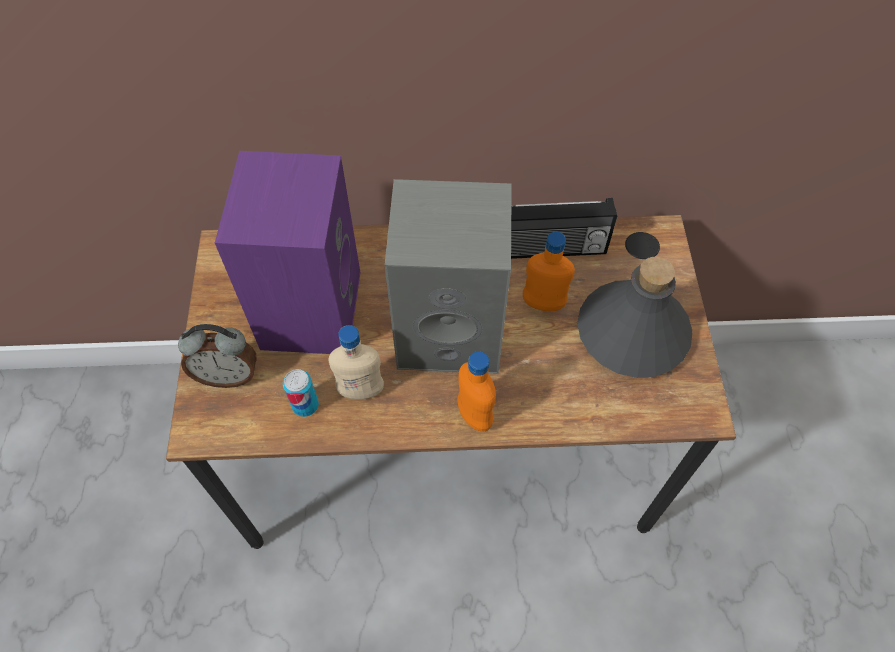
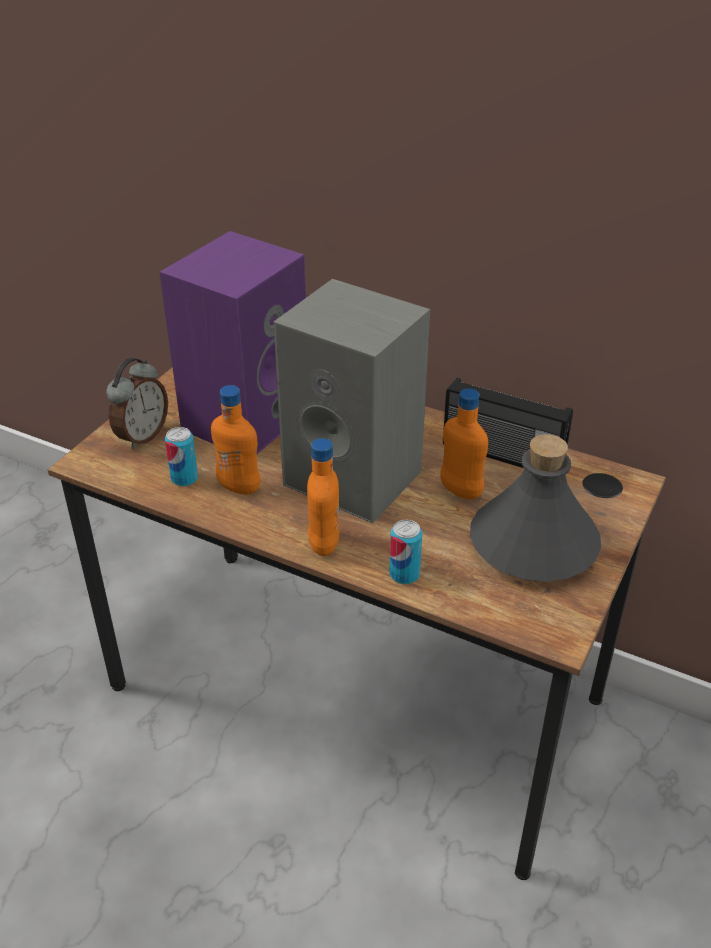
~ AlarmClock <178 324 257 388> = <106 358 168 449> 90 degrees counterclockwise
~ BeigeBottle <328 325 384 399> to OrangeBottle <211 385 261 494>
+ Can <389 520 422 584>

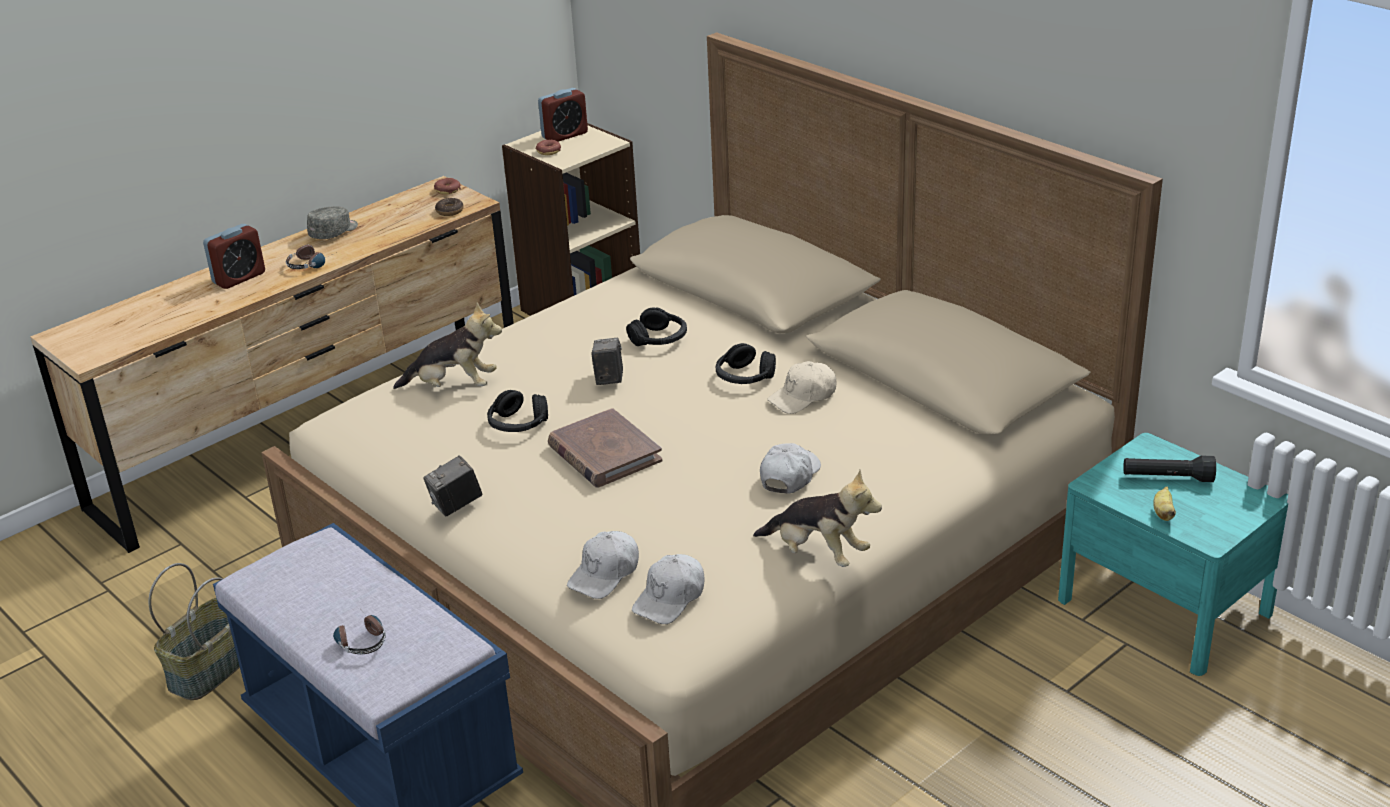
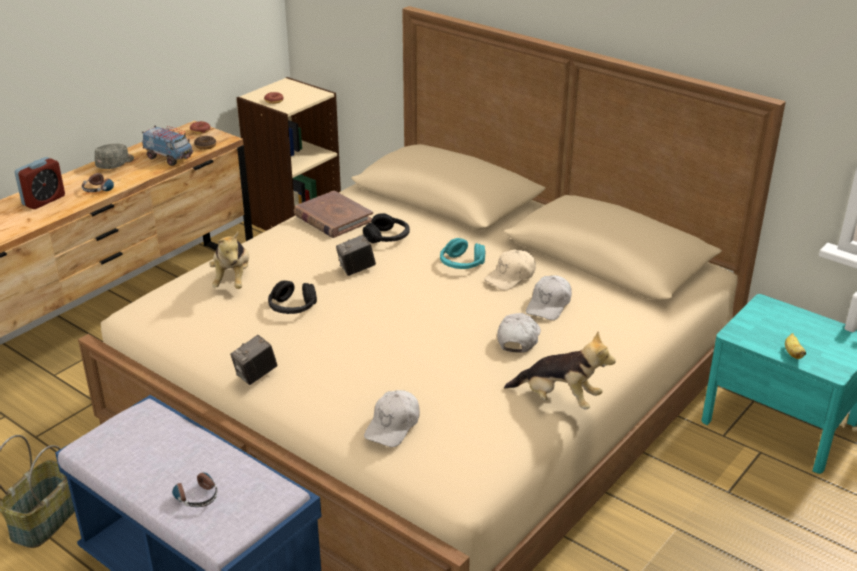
+ ToyTruck <142 126 193 166>
~ PlushToy <393 303 502 389> = <209 232 249 289> 90 degrees clockwise
~ BrownBook <548 408 662 488> to <294 190 373 238>
~ PhotoCamera <591 338 623 385> = <336 234 376 276> 105 degrees counterclockwise
~ BlackHeadphones <716 343 776 384> to TurquoiseHeadphones <440 238 485 269>
~ WhiteCap <632 554 705 624> to <526 275 572 320>
- AlarmClock <538 88 588 142>
- BlackFlashlight <1123 456 1216 482>

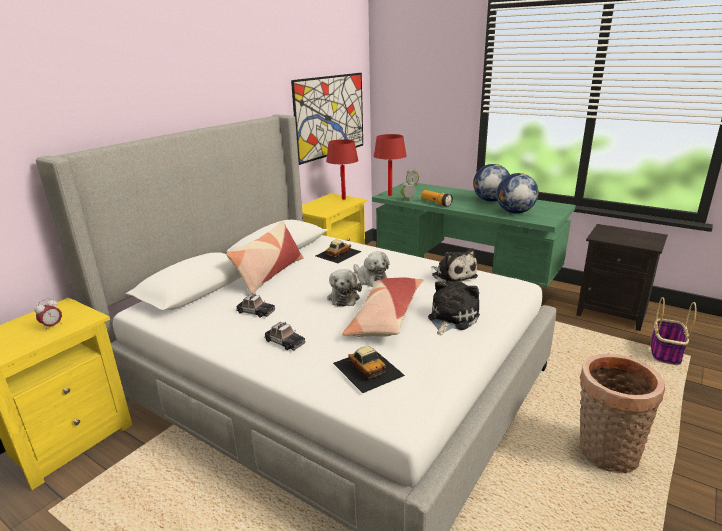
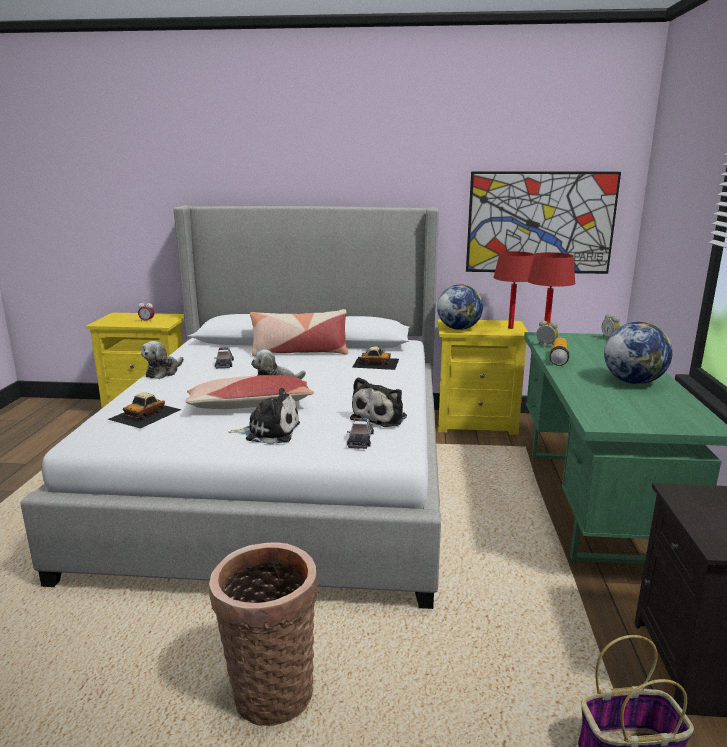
~ PlushToy <353 251 390 287> to <141 341 184 379>
~ ToyCar <265 322 305 351> to <347 418 374 449>
~ Globe <496 173 539 214> to <437 284 483 330>

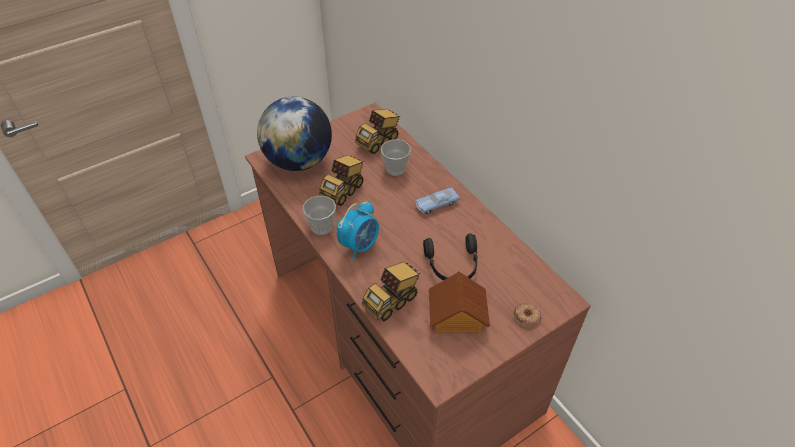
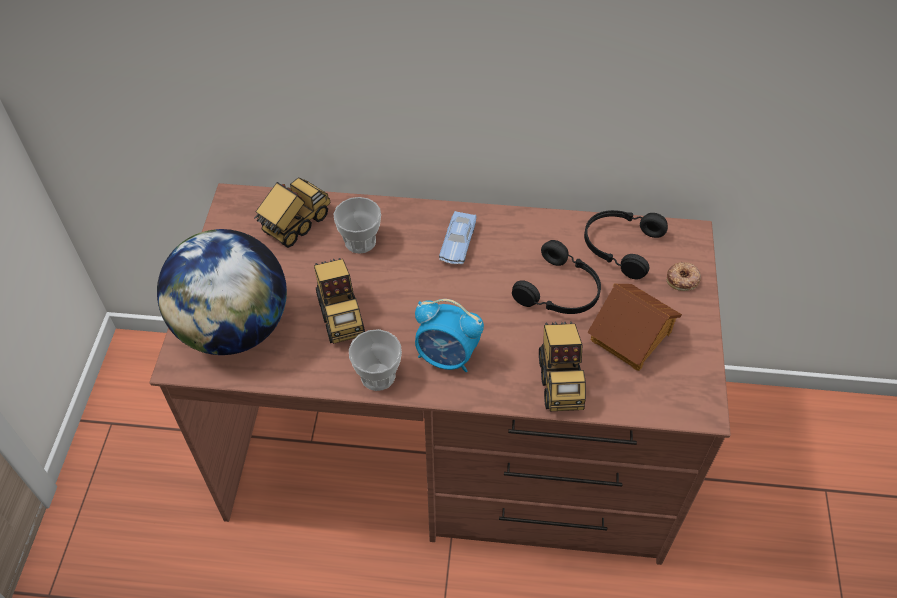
~ ToyTruck <355 109 400 154> = <254 177 331 248> 135 degrees counterclockwise
~ AlarmClock <336 201 379 259> = <415 299 484 372> 120 degrees clockwise
+ BlackHeadphones <584 210 668 279>

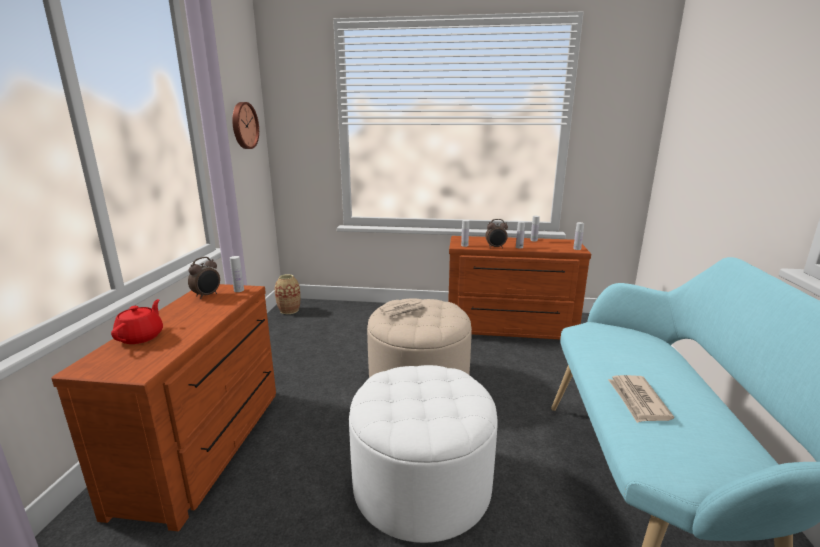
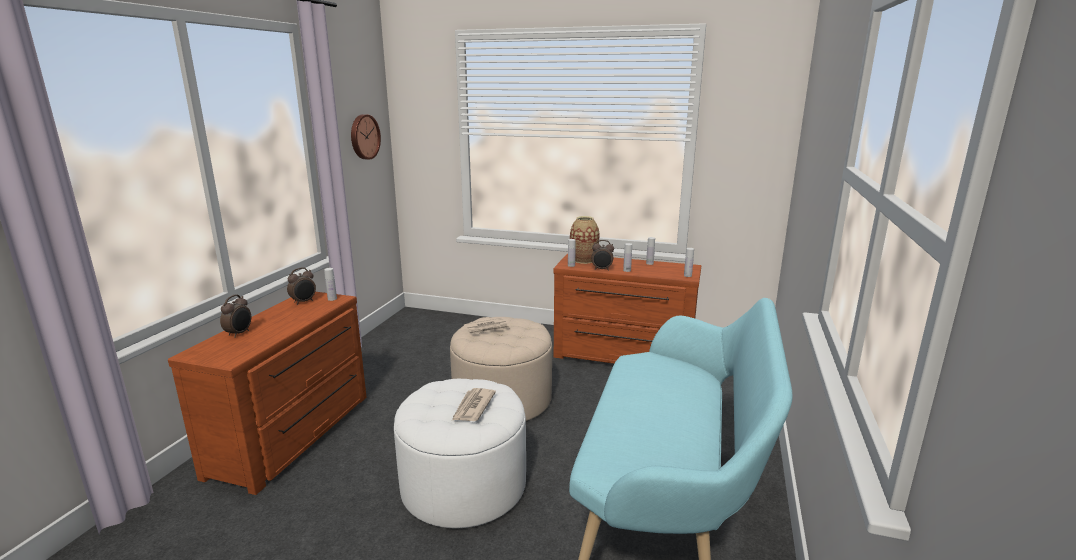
~ RedTeapot <111 299 163 344> to AlarmClock <220 294 251 338>
~ Newspaper <608 375 674 423> to <452 388 496 421>
~ Vase <275 274 300 314> to <570 216 599 264>

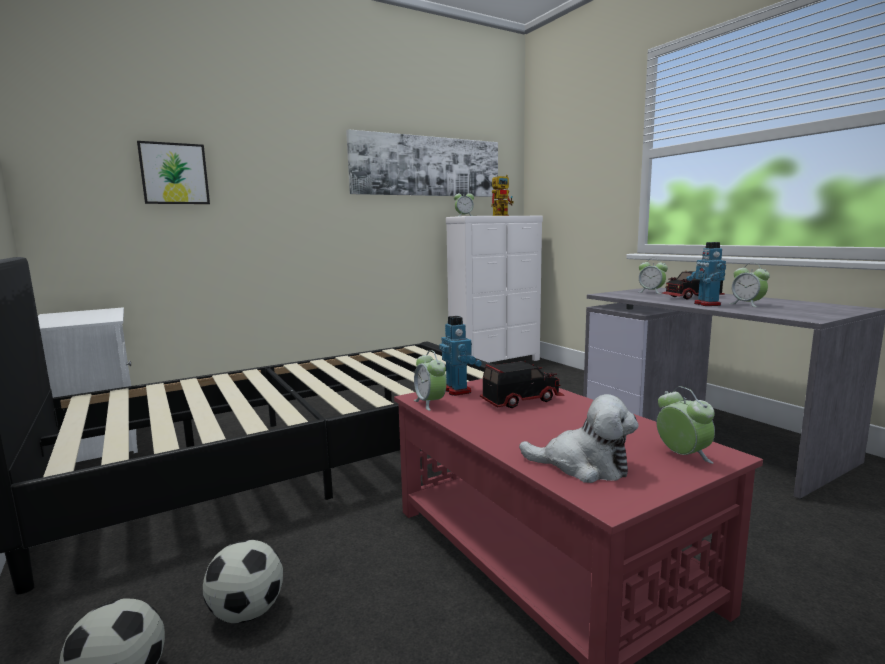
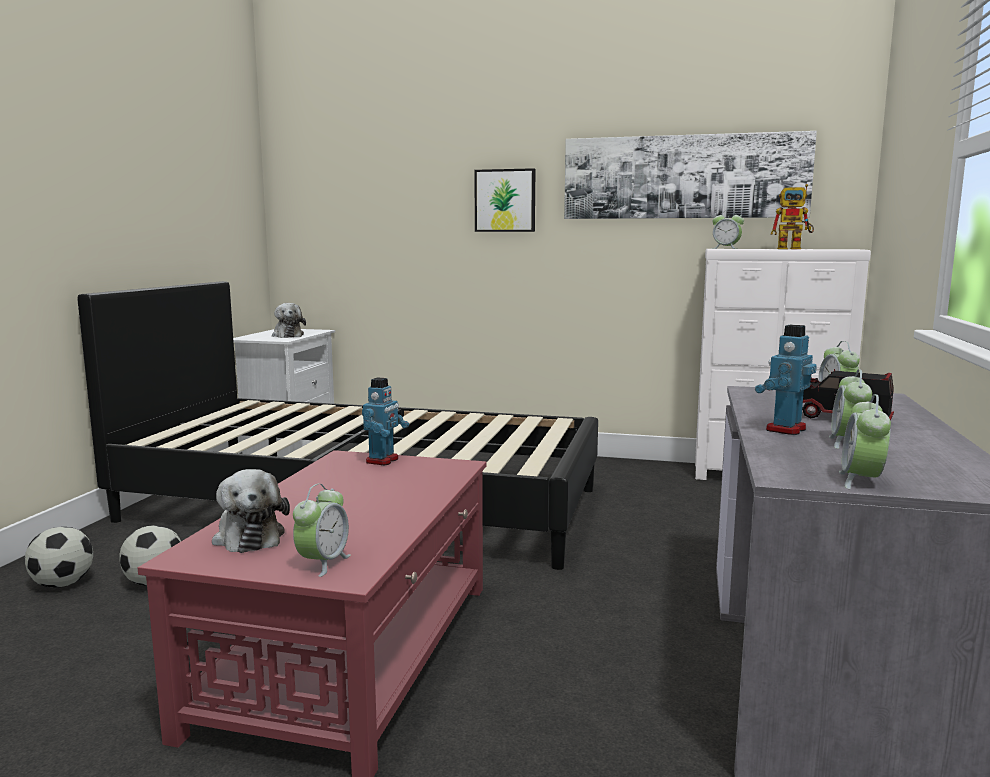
+ PlushToy <272 303 306 338>
~ Picture <137 141 210 204> to <474 168 535 232>
~ AlarmClock <414 350 447 411> to <839 394 891 489>
- ToyTruck <480 361 565 409>

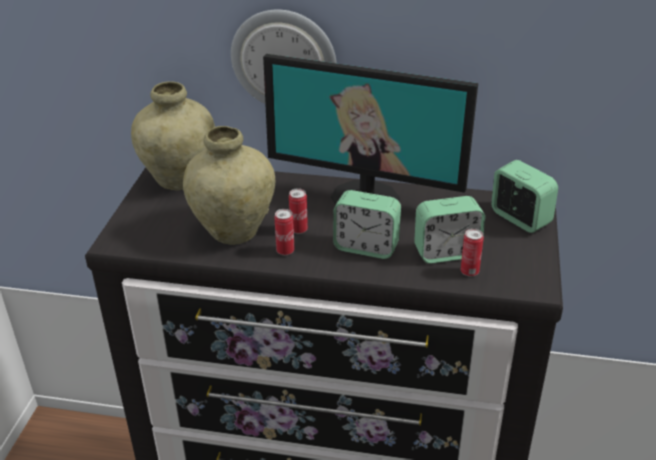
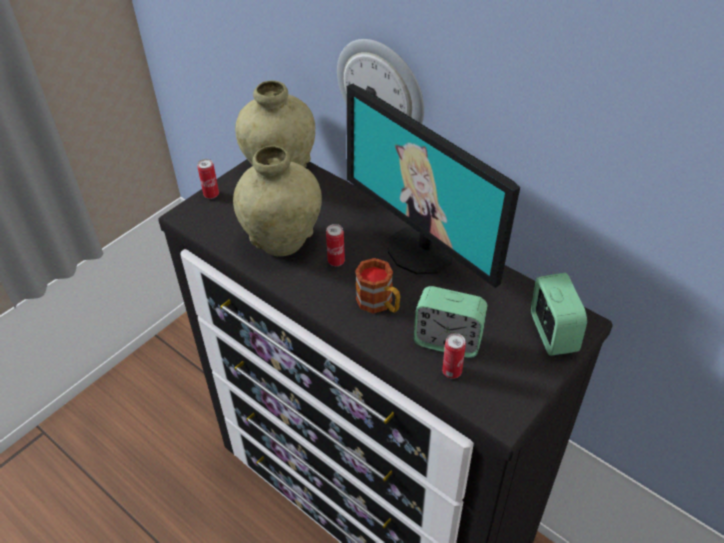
~ Can <274 209 294 255> to <197 159 219 199>
~ AlarmClock <333 190 401 259> to Mug <355 258 400 314>

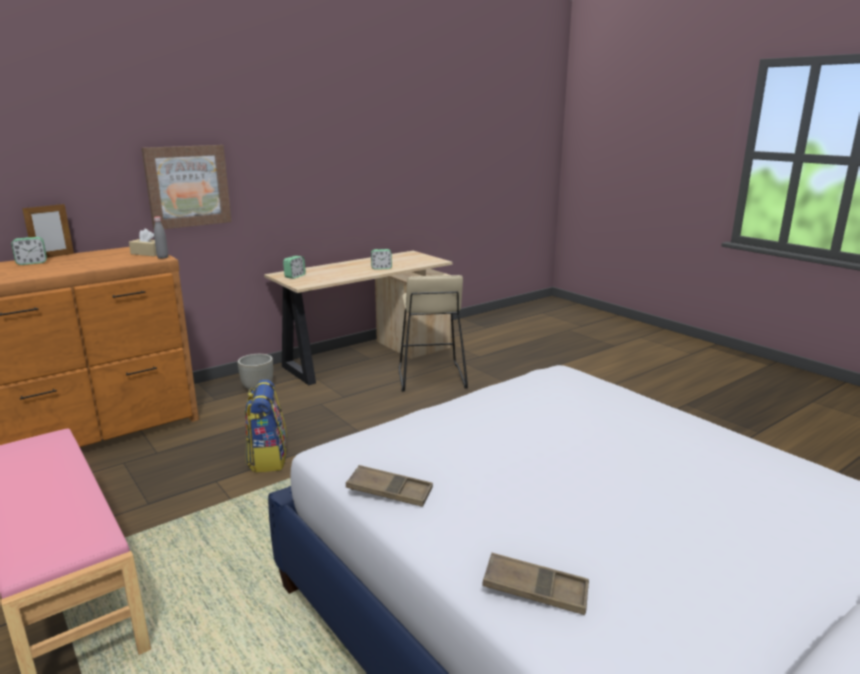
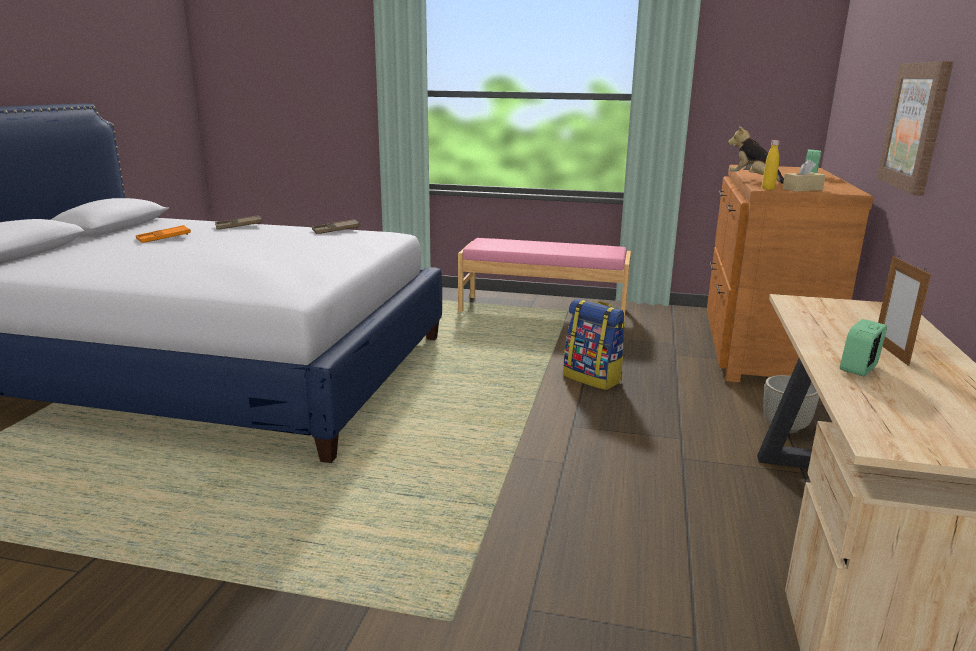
+ OrangeTray <136 225 191 243>
+ PlushToy <728 126 784 184>
~ GreyBottle <154 217 168 259> to YellowBottle <762 140 780 190>
~ PictureFrame <22 204 74 258> to <878 255 931 366>
- AlarmClock <283 256 306 279>
- BeigeStool <398 275 468 392>

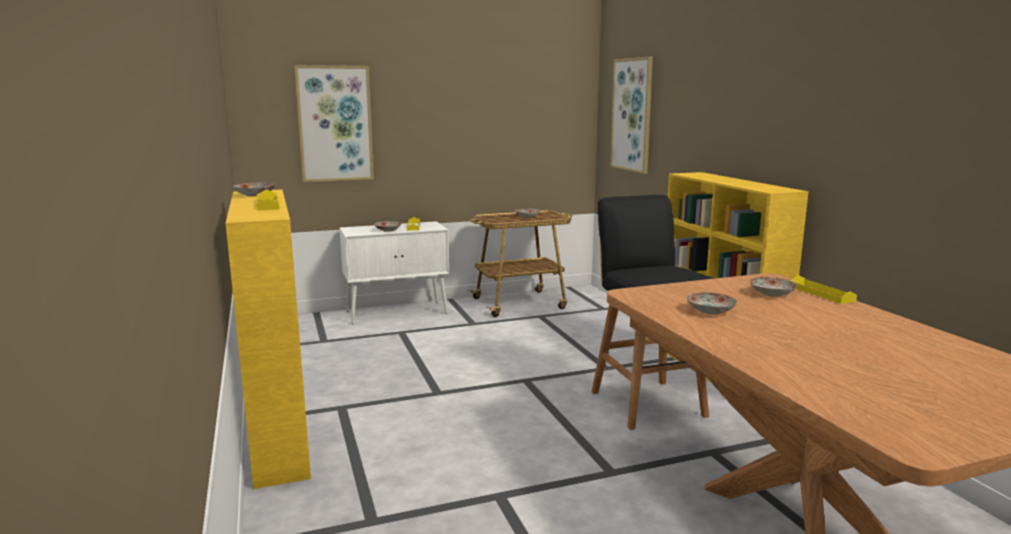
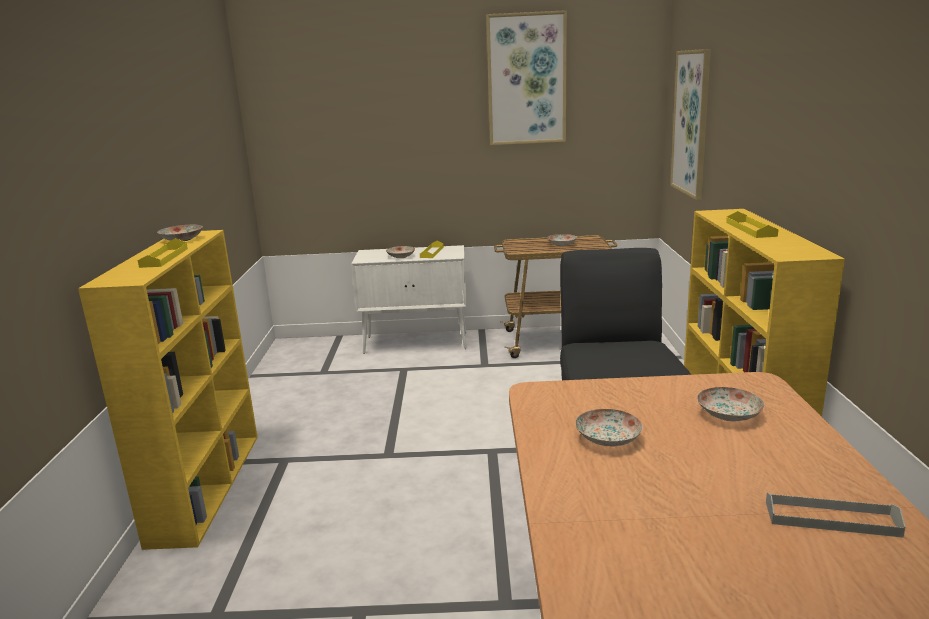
~ Picture <294 65 374 182> to <486 10 567 145>
~ YellowTray <790 275 857 304> to <726 211 779 238>
+ GreyTray <766 492 905 538>

